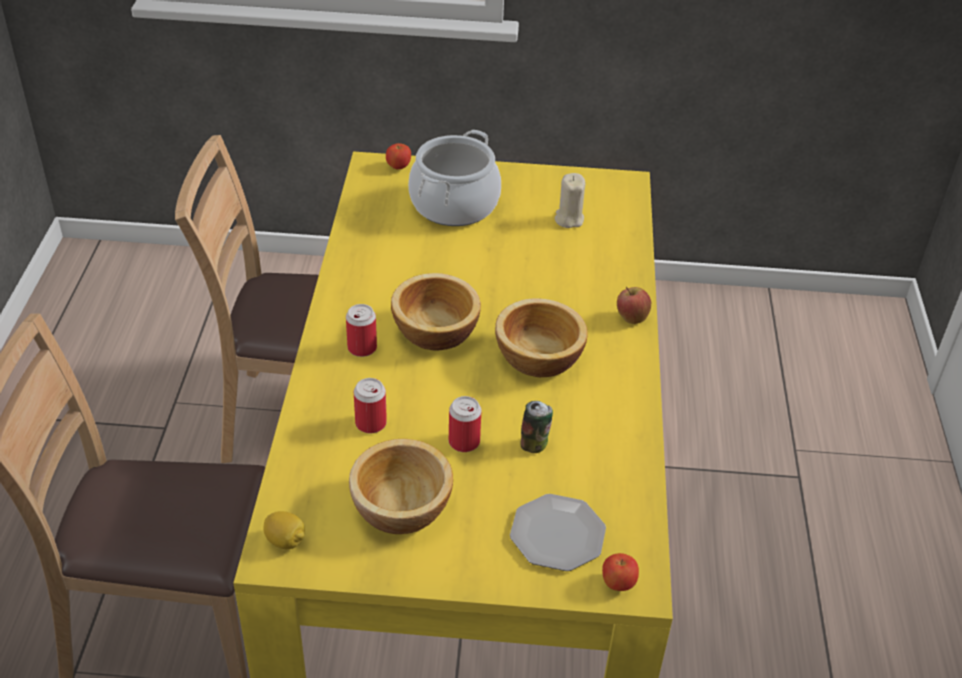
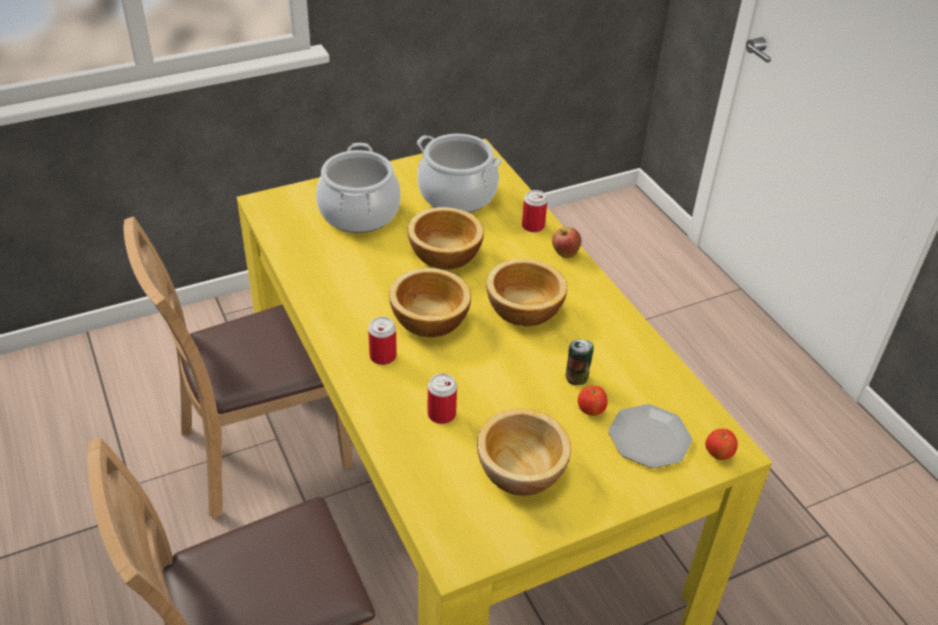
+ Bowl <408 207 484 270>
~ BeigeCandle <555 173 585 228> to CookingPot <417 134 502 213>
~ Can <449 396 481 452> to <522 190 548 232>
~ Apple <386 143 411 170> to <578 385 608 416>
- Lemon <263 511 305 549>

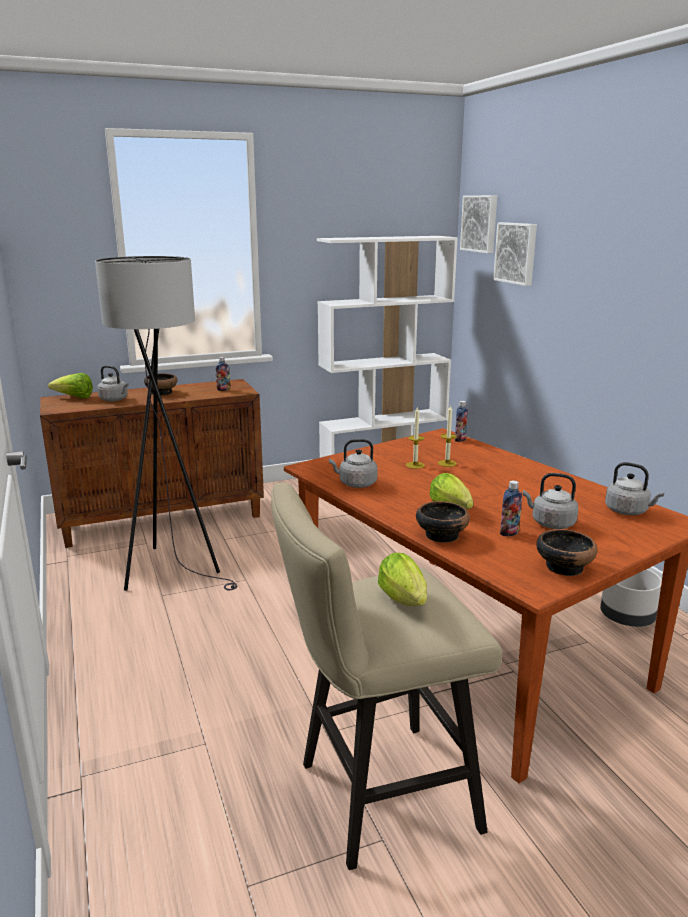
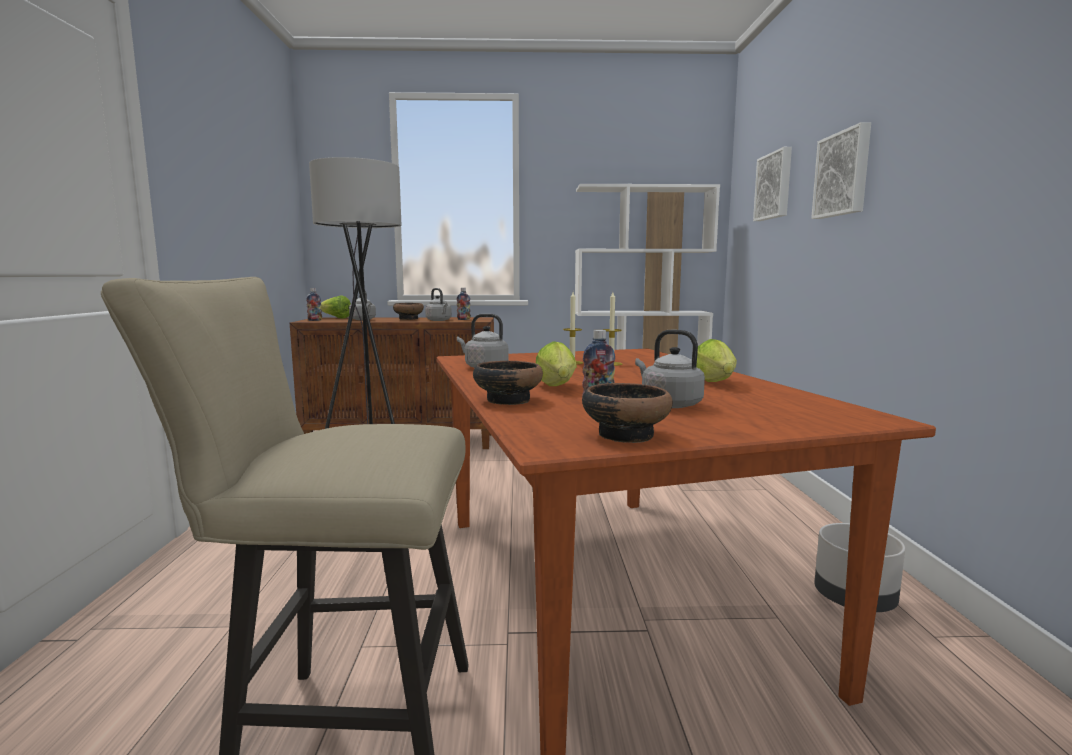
~ Bottle <455 401 468 442> to <306 288 322 321>
~ GreyKettle <605 462 664 515> to <425 288 452 321>
~ Lettuce <378 553 427 606> to <696 339 737 382>
~ Picture <460 195 497 253> to <811 122 871 219>

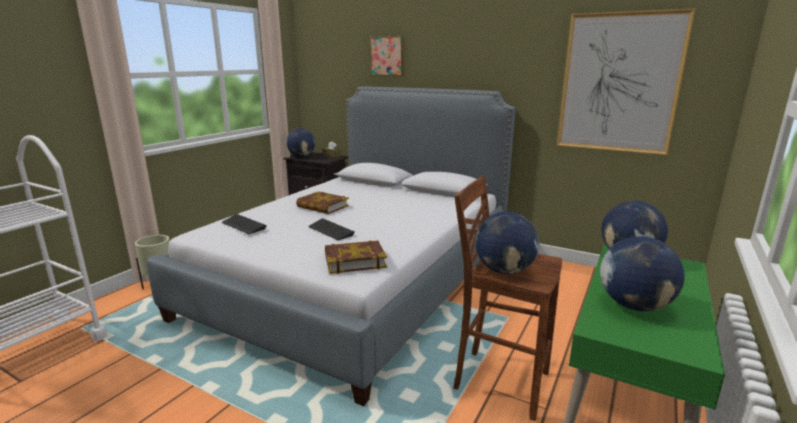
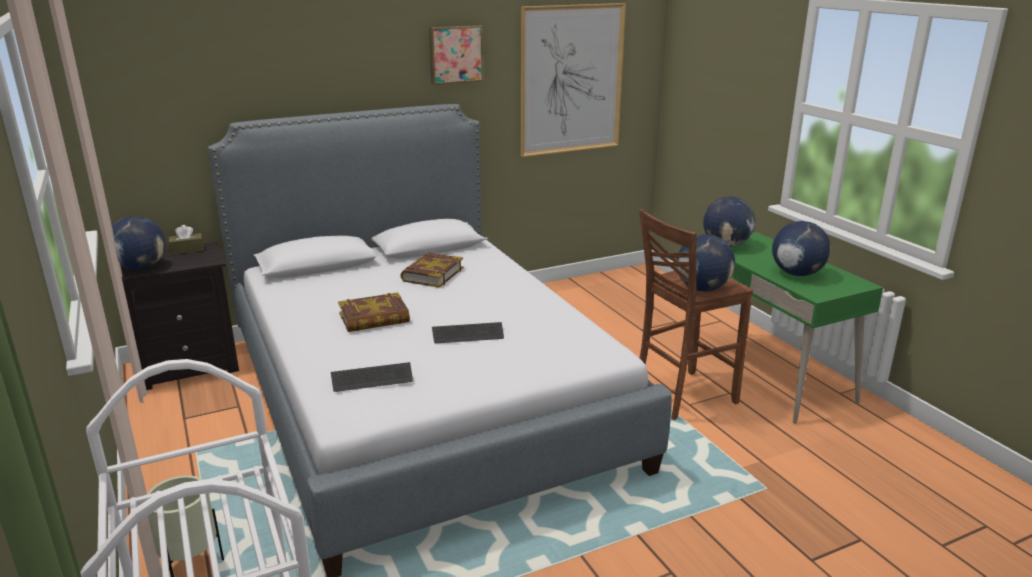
~ Book <325 240 387 274> to <400 253 463 288>
~ Picture <370 36 404 76> to <429 25 483 85>

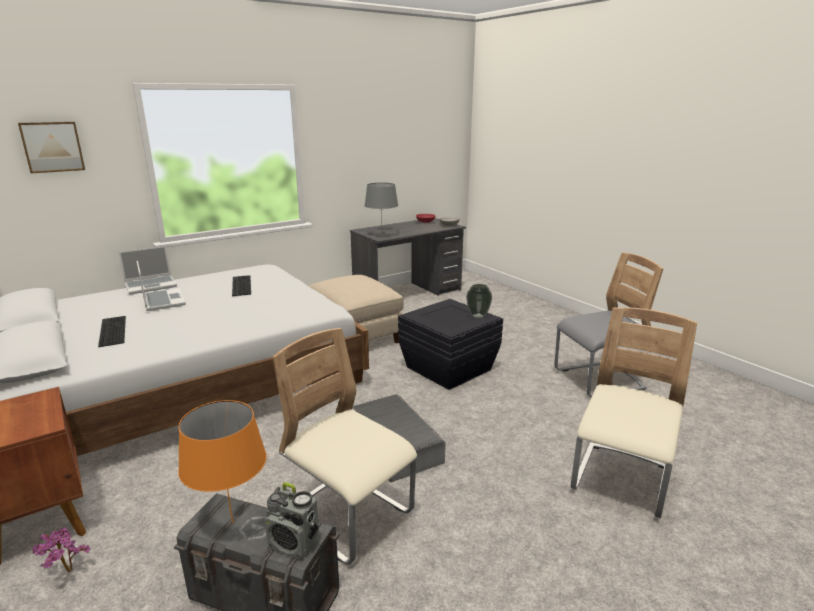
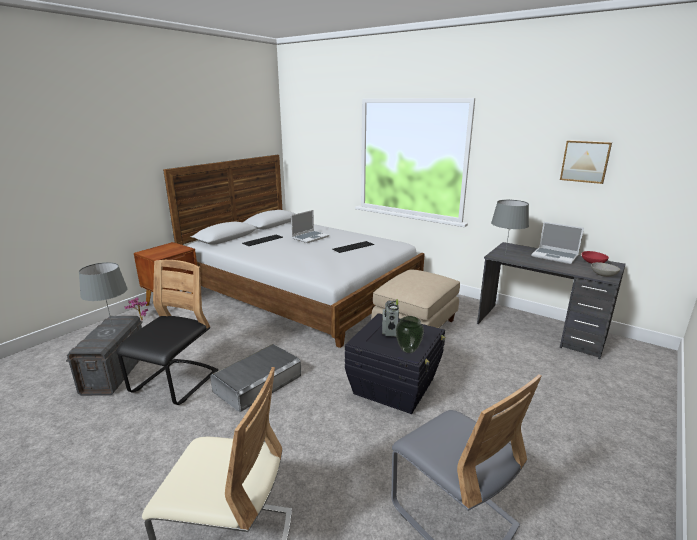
~ OrangeTableLamp <178 400 267 523> to GreyTableLamp <79 262 128 324>
~ BeigeChair <273 328 417 565> to BlackChair <116 260 218 405>
~ Radio <265 482 320 559> to <382 299 399 337>
~ Laptop <119 246 177 294> to <531 222 584 264>
~ Picture <18 122 85 173> to <560 140 612 184>

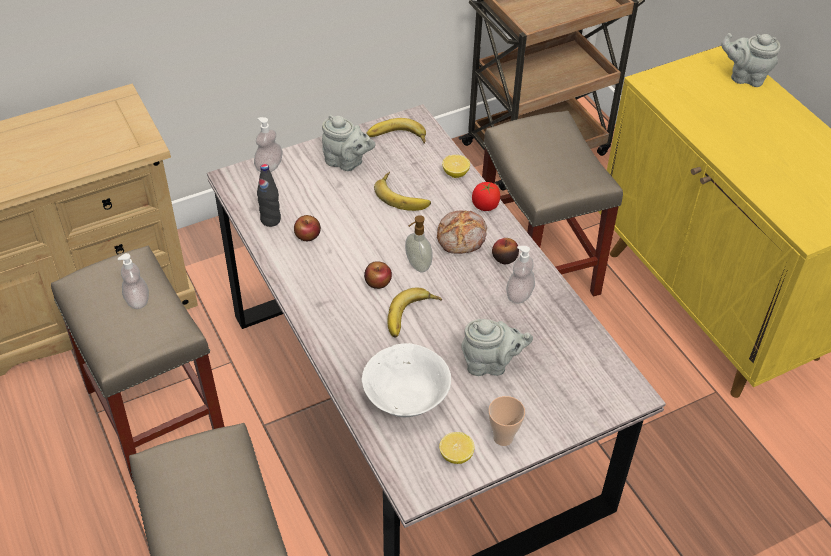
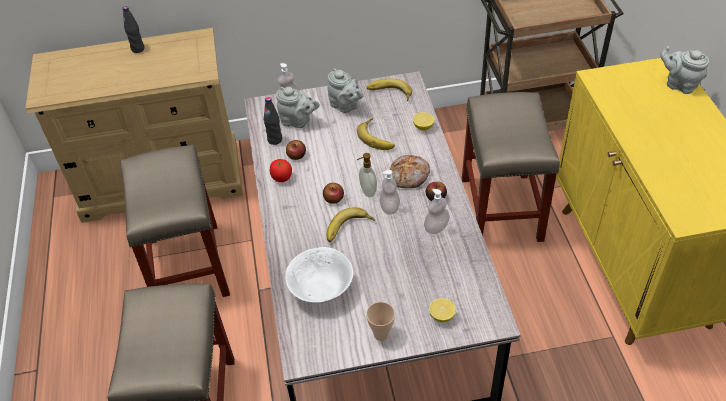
+ BlackBottle <123 6 144 53>
~ Tomato <472 182 500 211> to <270 159 292 182>
~ GreyTeapot <461 319 533 376> to <276 87 320 128>
~ SoapDispenser <118 253 149 309> to <379 170 400 215>
~ Lemon <439 432 475 464> to <429 298 456 322>

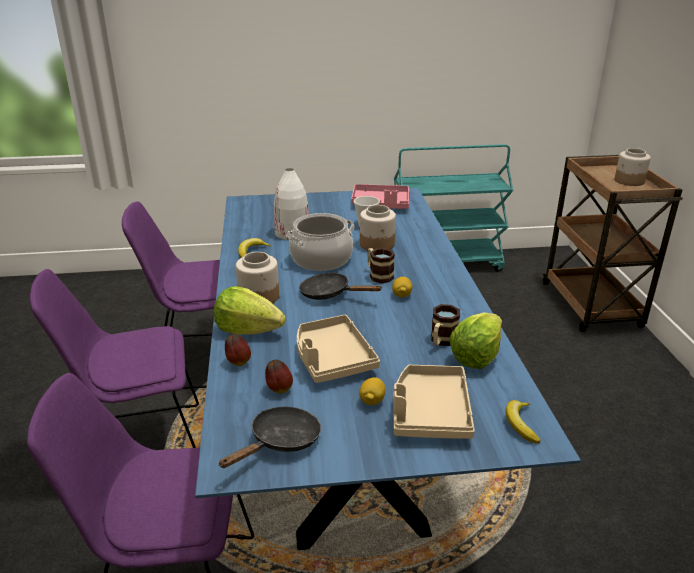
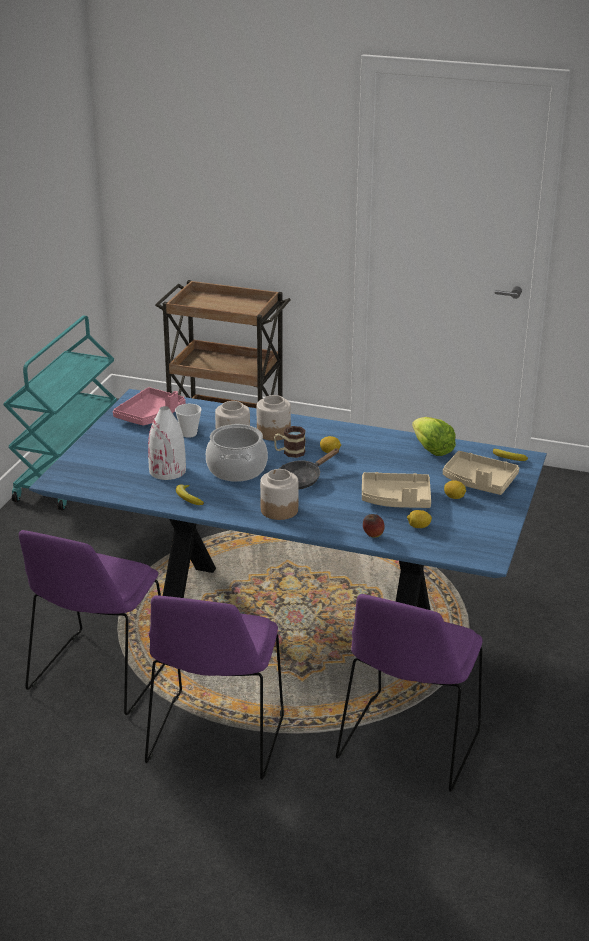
~ Jar <615 148 651 186> to <257 395 291 441>
~ Apple <265 360 293 394> to Lemon <407 510 432 528>
- Lettuce <214 286 286 335>
- BlackFryingPan <218 407 321 468>
- Mug <431 304 460 346>

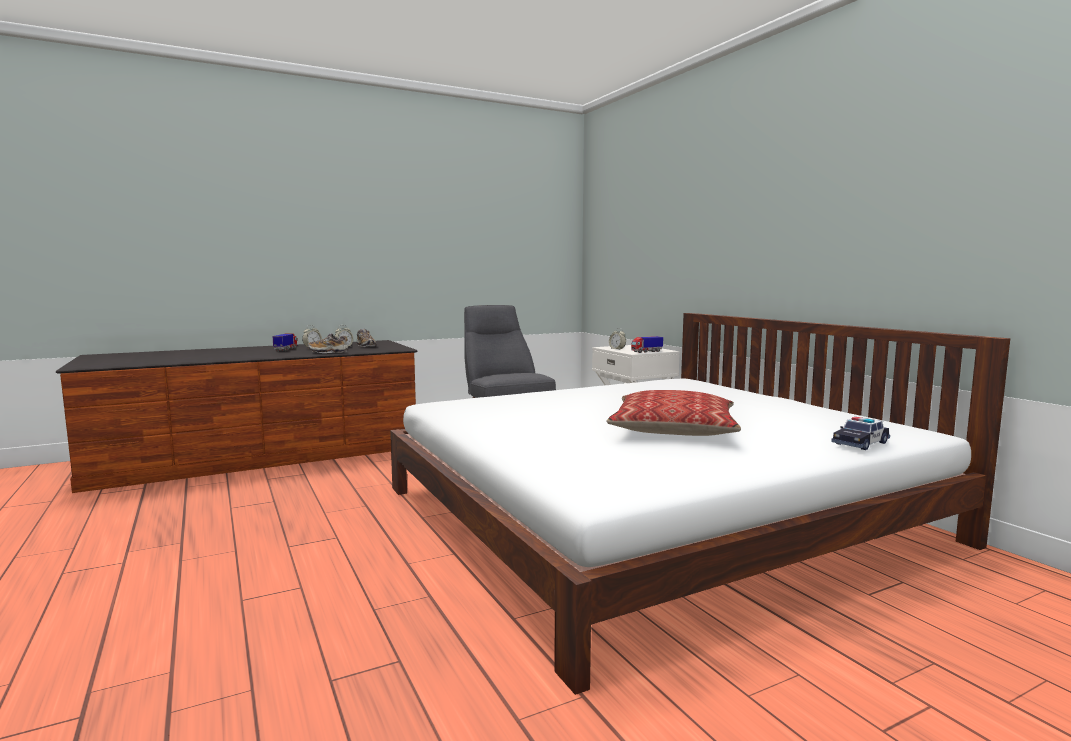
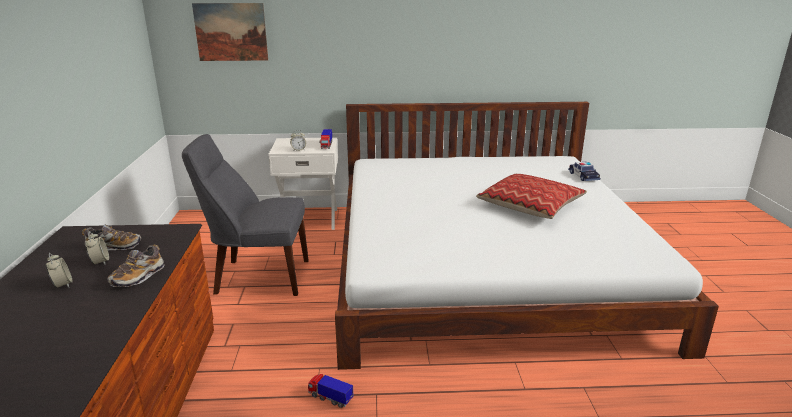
+ Picture <192 3 268 61>
~ ToyTruck <272 334 297 351> to <308 374 353 408>

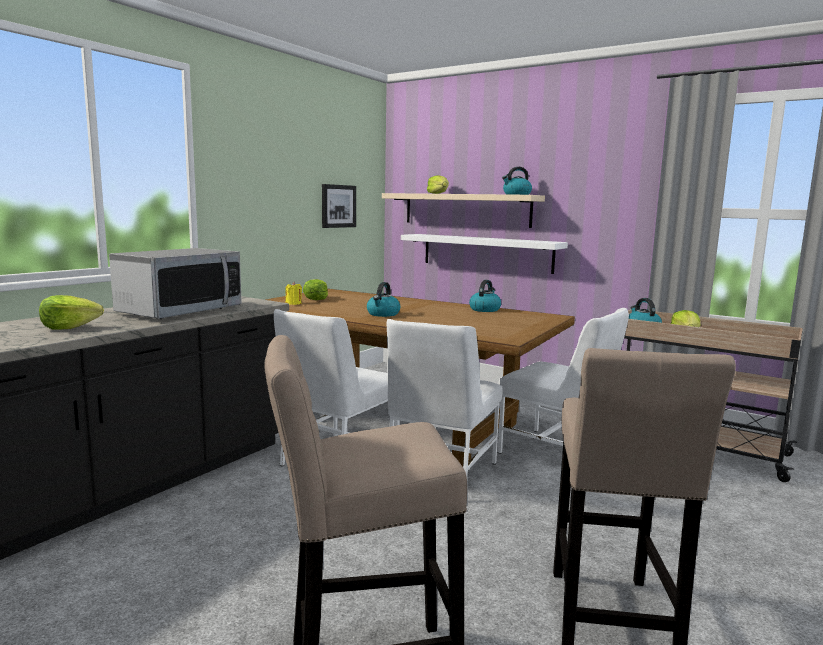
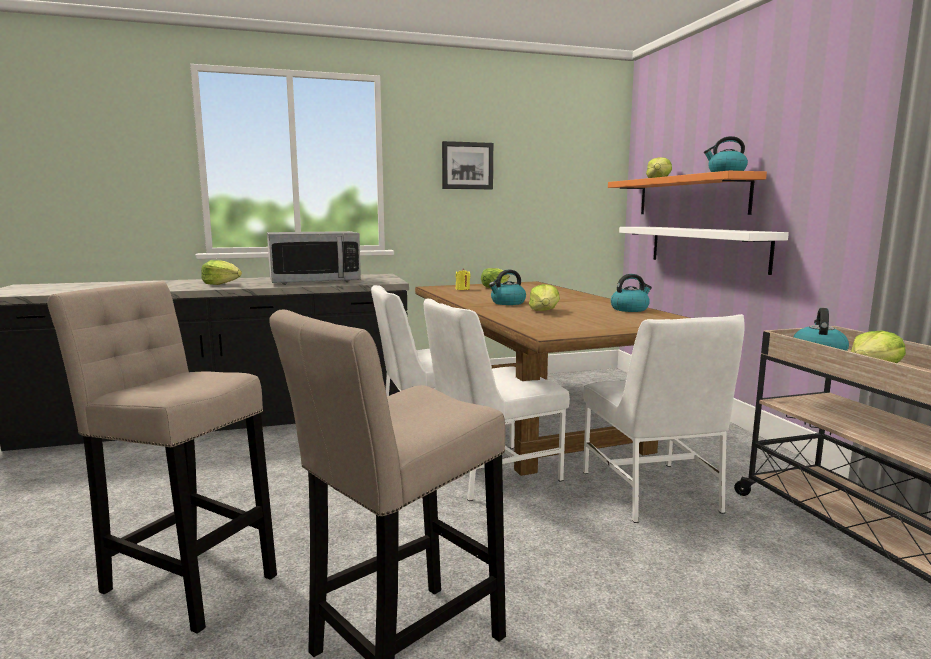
~ Picture <322 184 356 228> to <442 141 493 189>
+ Lettuce <529 284 560 311>
~ BeigeShelf <382 193 545 228> to OrangeShelf <608 171 767 215>

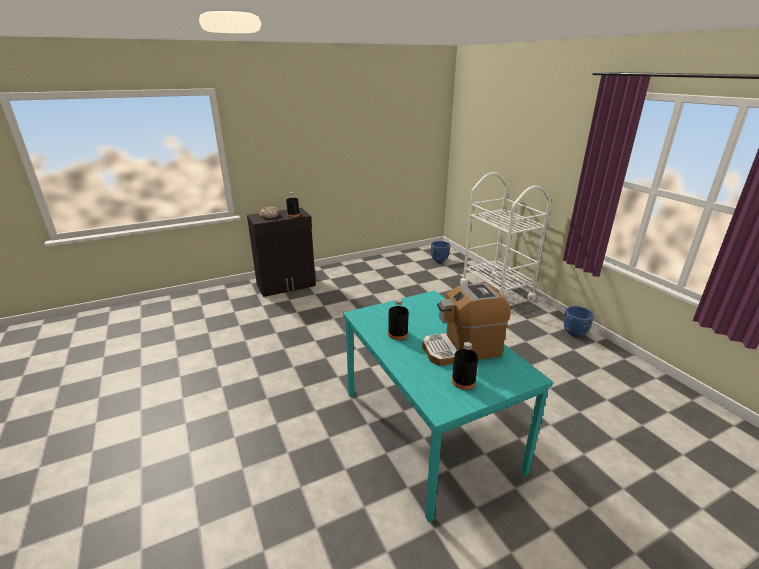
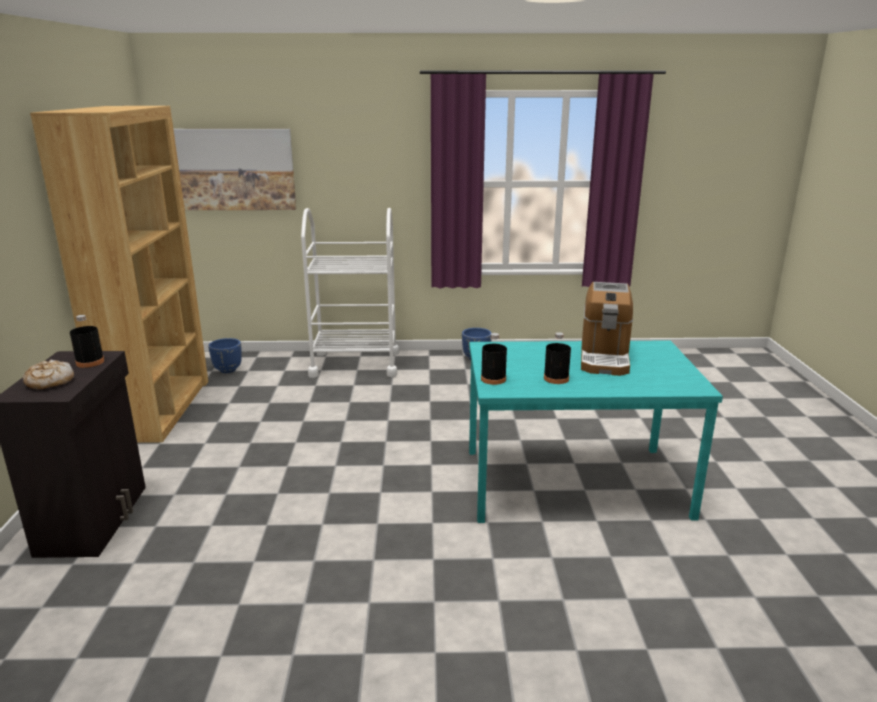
+ BrownBookcase <30 106 208 443>
+ Picture <173 129 296 210>
~ BlackBottle <452 342 478 390> to <481 333 507 385>

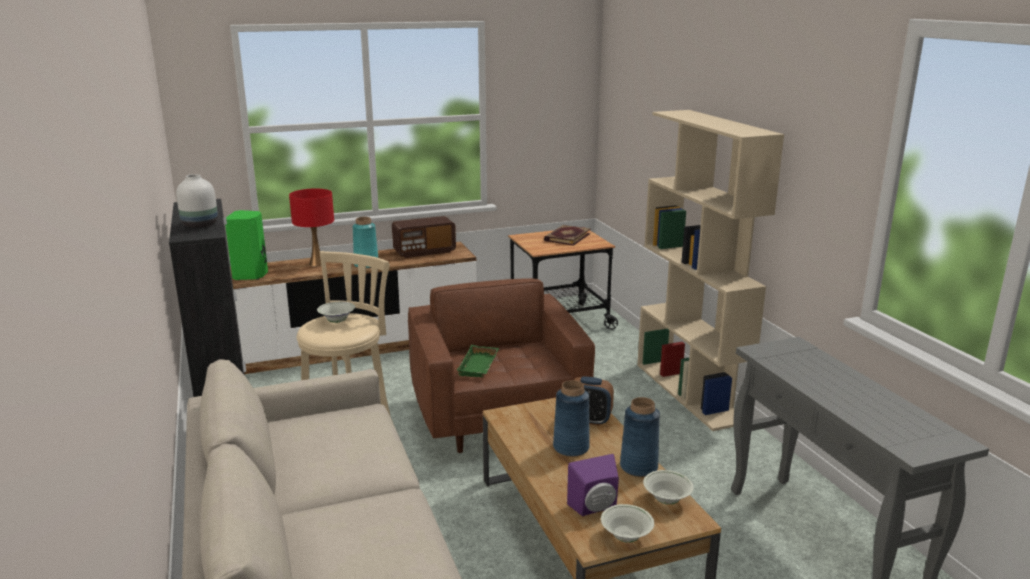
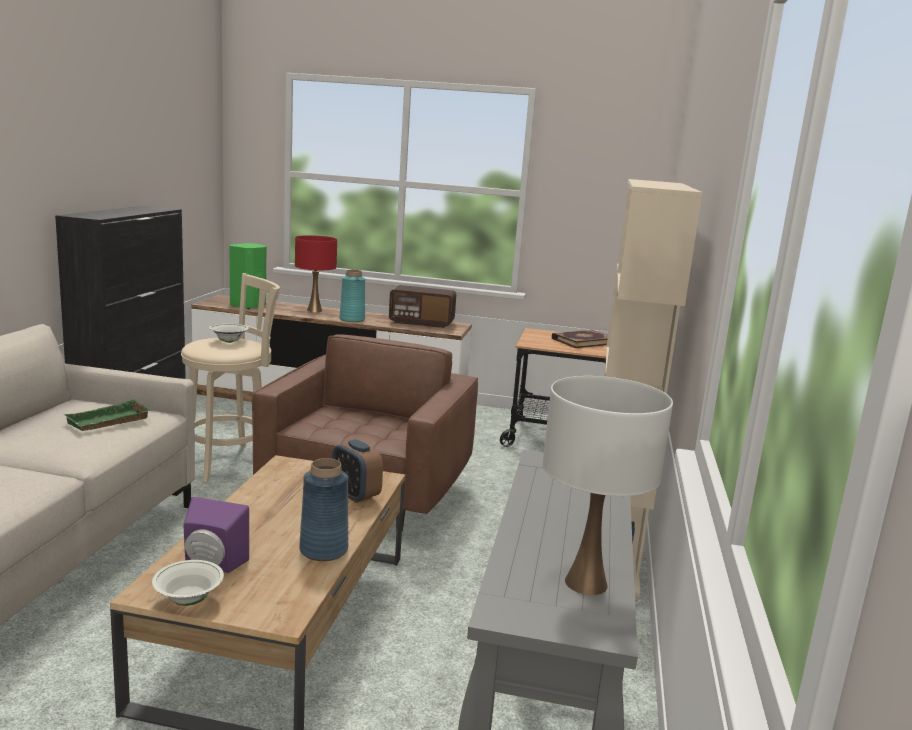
~ GreenTray <457 345 499 377> to <64 399 152 431>
+ WhiteTableLamp <543 376 673 595>
- WhiteVase <176 174 218 228>
- BlueVase <553 380 590 457>
- WhiteBowl <643 470 694 505>

